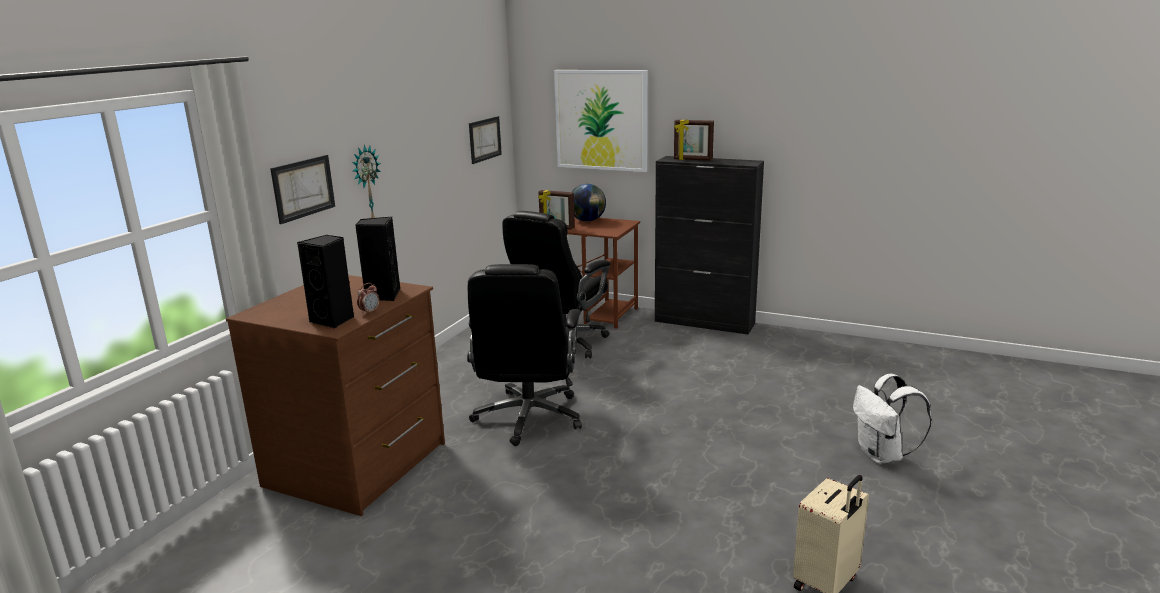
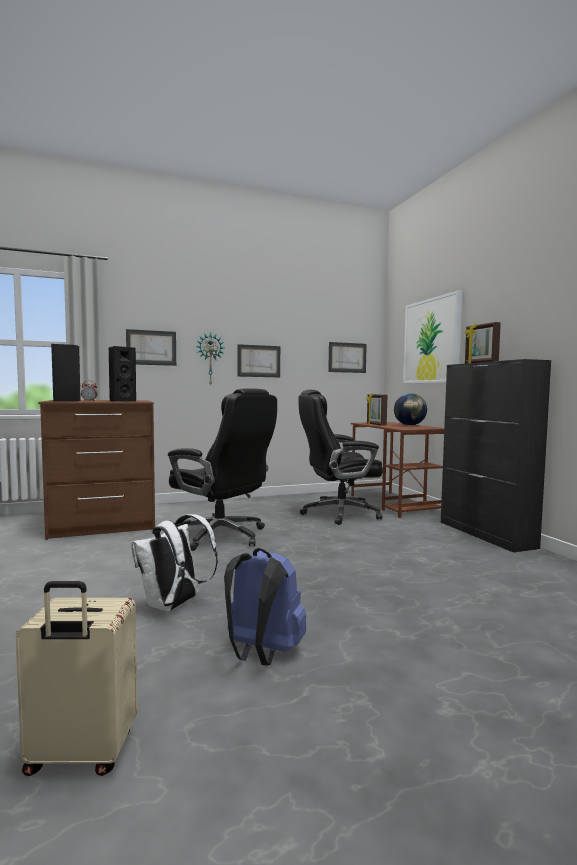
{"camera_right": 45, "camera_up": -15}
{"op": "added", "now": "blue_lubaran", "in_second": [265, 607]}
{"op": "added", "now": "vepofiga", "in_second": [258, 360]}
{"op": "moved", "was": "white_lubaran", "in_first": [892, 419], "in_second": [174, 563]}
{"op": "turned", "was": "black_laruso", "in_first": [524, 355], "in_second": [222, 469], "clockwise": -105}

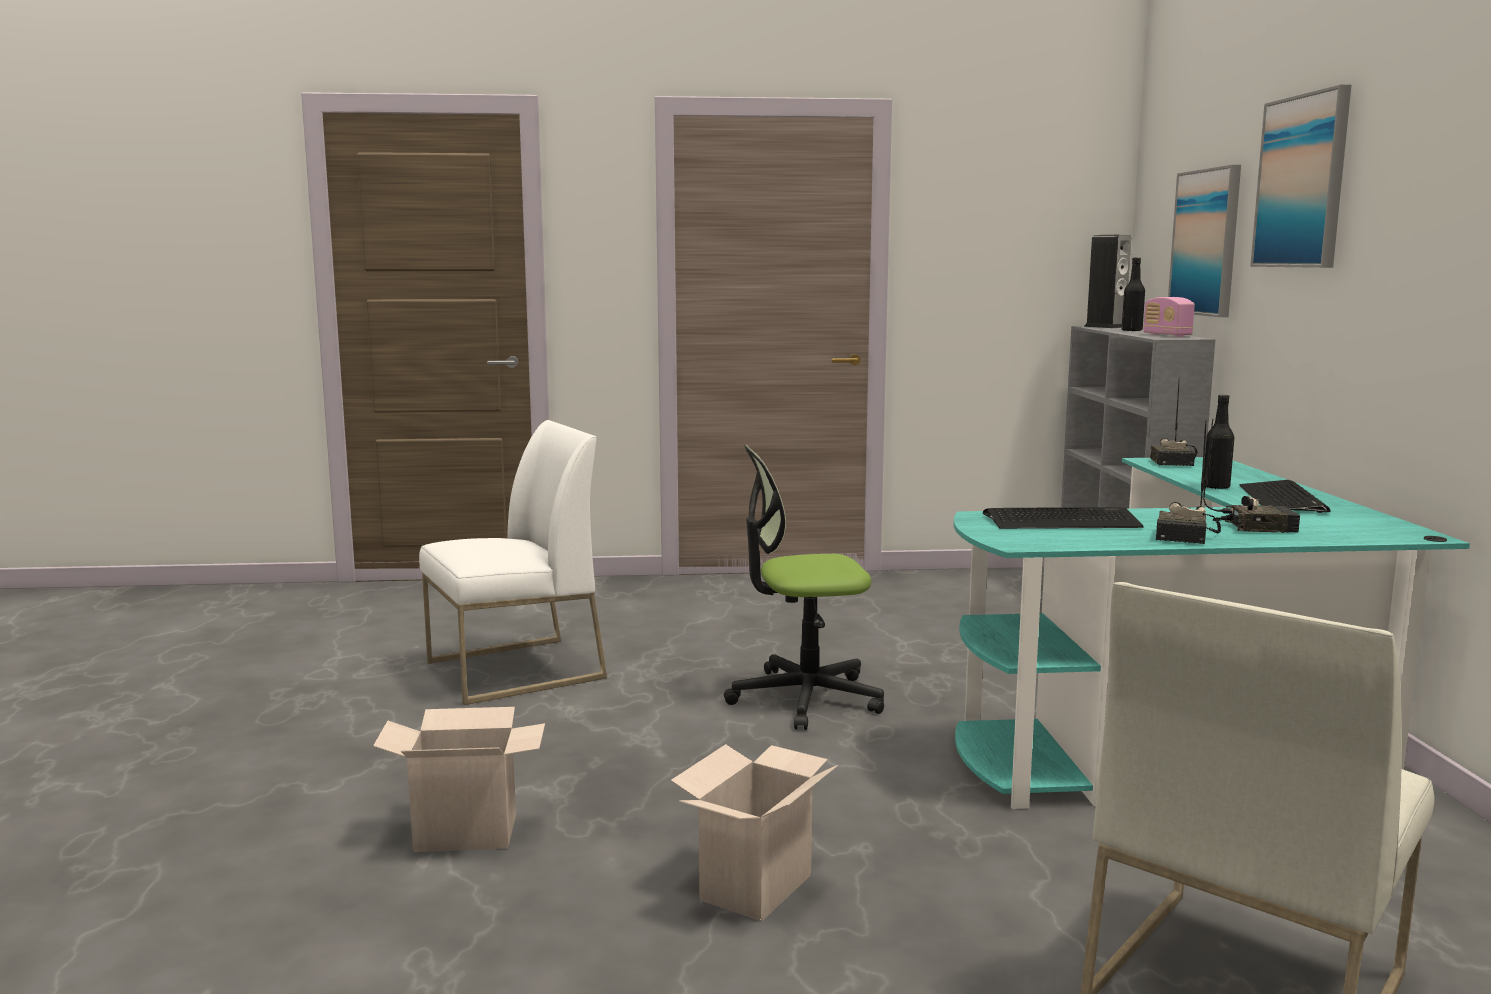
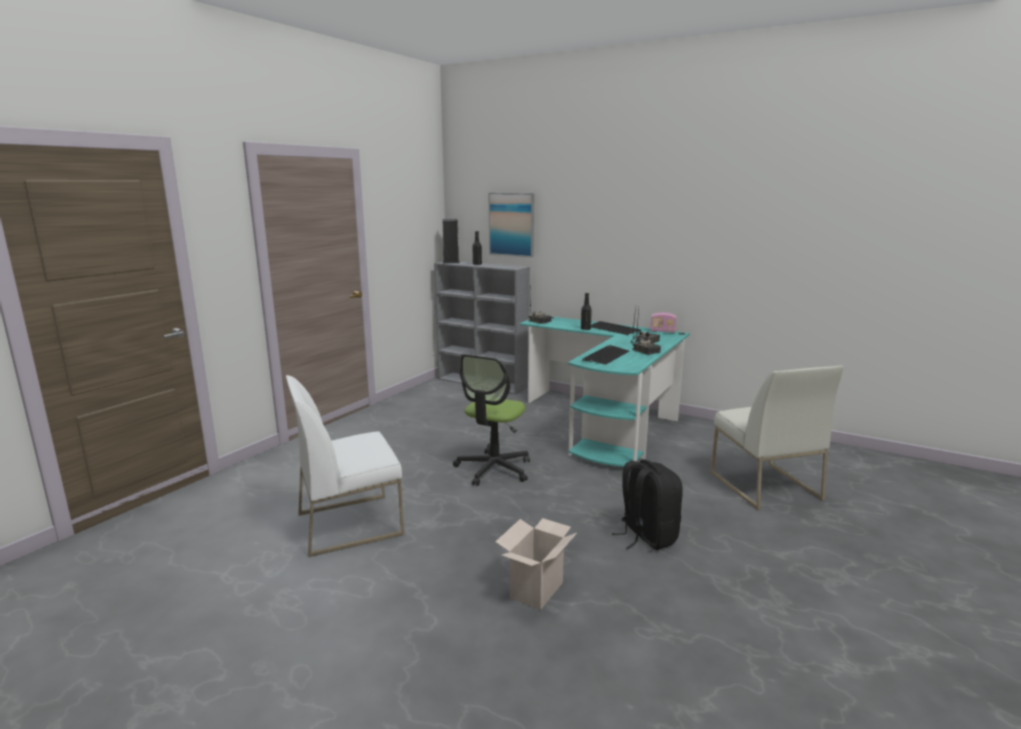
{"camera_right": -55, "camera_up": 5}
{"op": "removed", "was": "vepofiga", "in_first": [1300, 176]}
{"op": "moved", "was": "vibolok", "in_first": [1169, 317], "in_second": [663, 323]}
{"op": "replaced", "was": "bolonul", "now": "black_lubaran", "in_first": [754, 833], "in_second": [647, 505]}
{"op": "turned", "was": "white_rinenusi", "in_first": [513, 562], "in_second": [345, 466], "clockwise": -120}

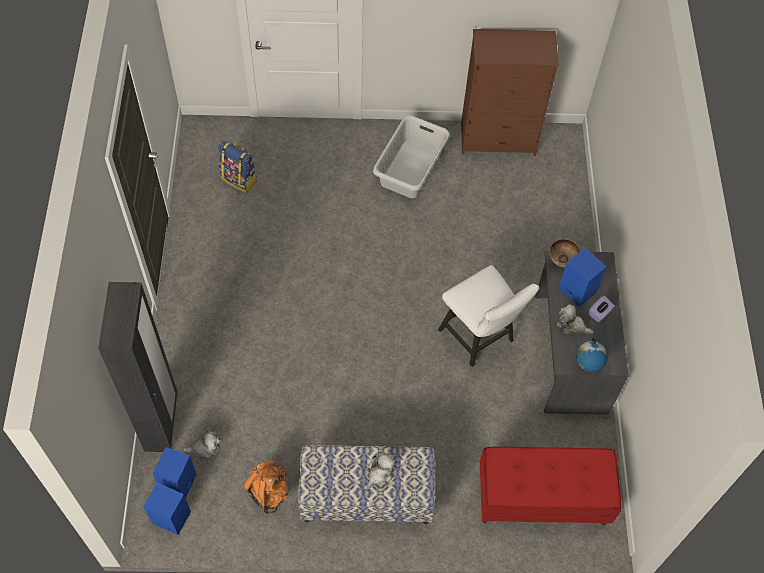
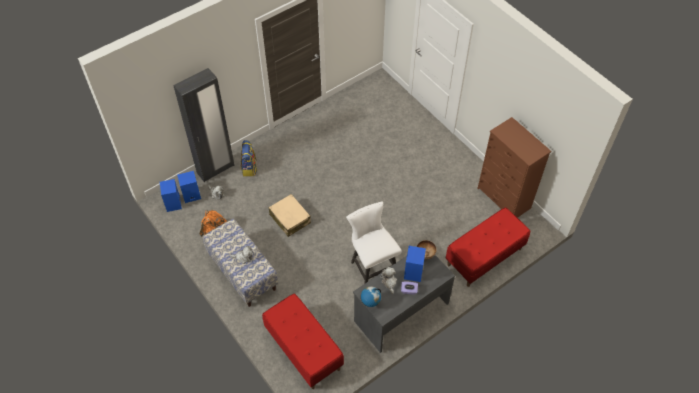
{"camera_right": 55, "camera_up": -5}
{"op": "removed", "was": "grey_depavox", "in_first": [411, 156]}
{"op": "added", "now": "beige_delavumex", "in_second": [289, 215]}
{"op": "added", "now": "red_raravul", "in_second": [488, 247]}
{"op": "moved", "was": "lubaran", "in_first": [237, 167], "in_second": [249, 158]}
{"op": "turned", "was": "white_rinenusi", "in_first": [488, 316], "in_second": [374, 243], "clockwise": 135}

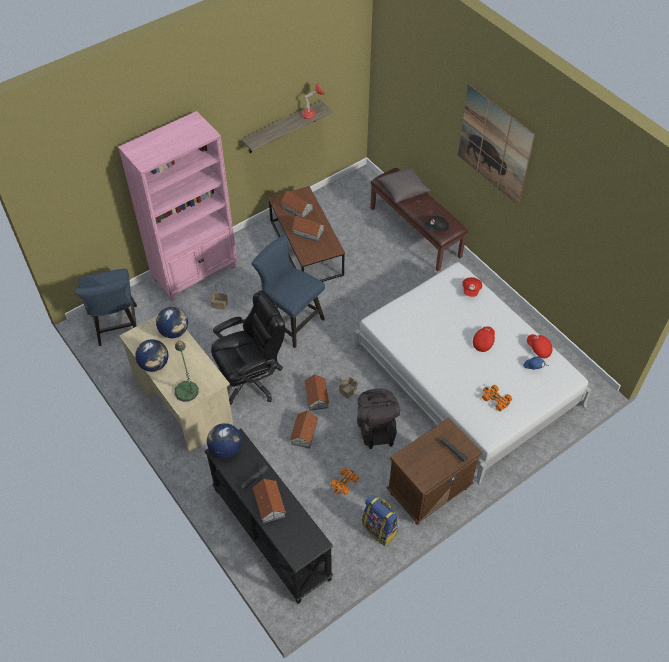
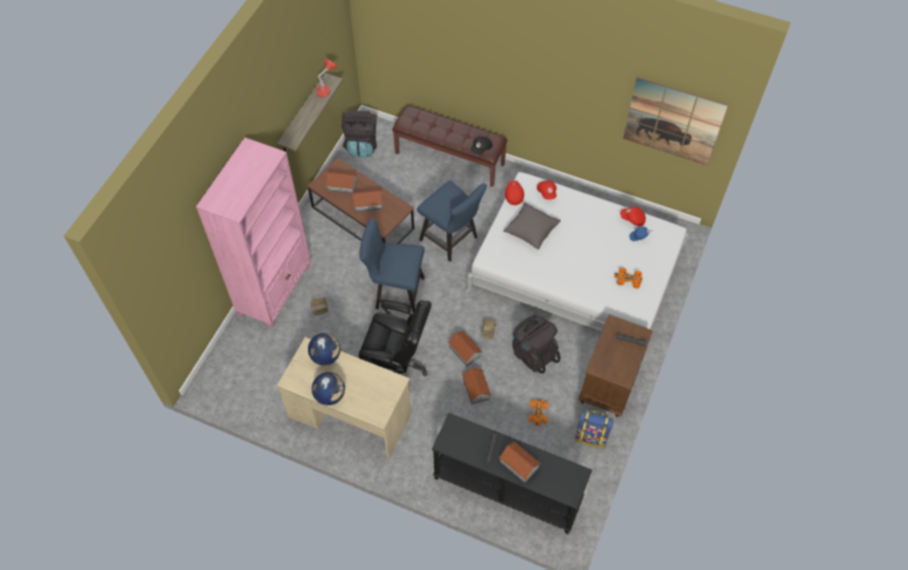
{"camera_right": -30, "camera_up": 5}
{"op": "removed", "was": "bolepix", "in_first": [186, 371]}
{"op": "removed", "was": "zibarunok", "in_first": [224, 440]}
{"op": "added", "now": "black_lubaran", "in_second": [359, 134]}
{"op": "moved", "was": "blue_rinenusi", "in_first": [106, 307], "in_second": [452, 221]}
{"op": "moved", "was": "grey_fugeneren", "in_first": [404, 185], "in_second": [532, 226]}
{"op": "moved", "was": "vepofiga", "in_first": [496, 144], "in_second": [675, 121]}
{"op": "moved", "was": "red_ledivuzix", "in_first": [484, 339], "in_second": [514, 193]}
{"op": "turned", "was": "black_laruso", "in_first": [248, 347], "in_second": [394, 338], "clockwise": 75}

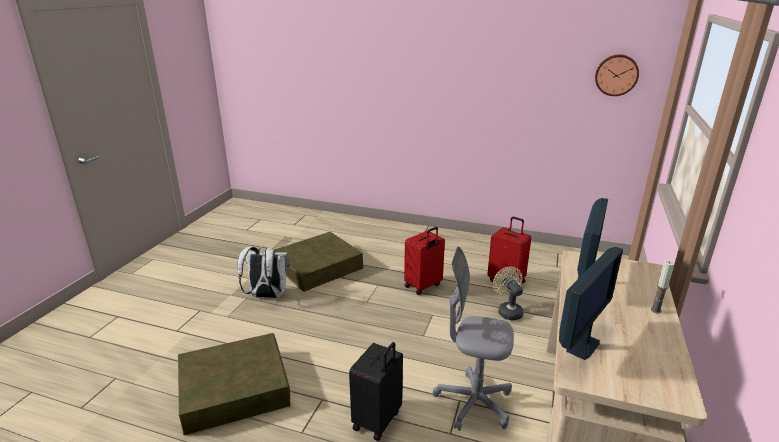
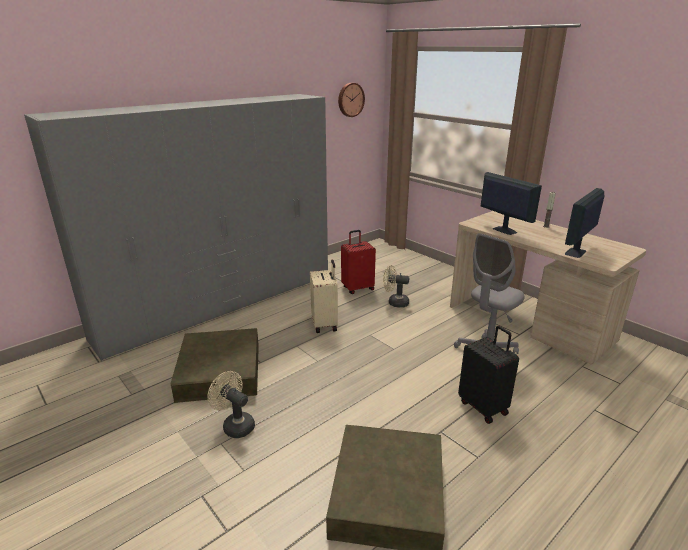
{"camera_right": -60, "camera_up": 0}
{"op": "added", "now": "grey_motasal", "in_second": [176, 227]}
{"op": "replaced", "was": "white_lubaran", "now": "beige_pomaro", "in_first": [264, 272], "in_second": [231, 404]}
{"op": "recoloured", "was": "red_delavumex", "now": "beige_delavumex", "in_first": [424, 261], "in_second": [324, 296]}
{"op": "turned", "was": "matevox", "in_first": [591, 303], "in_second": [584, 223], "clockwise": -120}

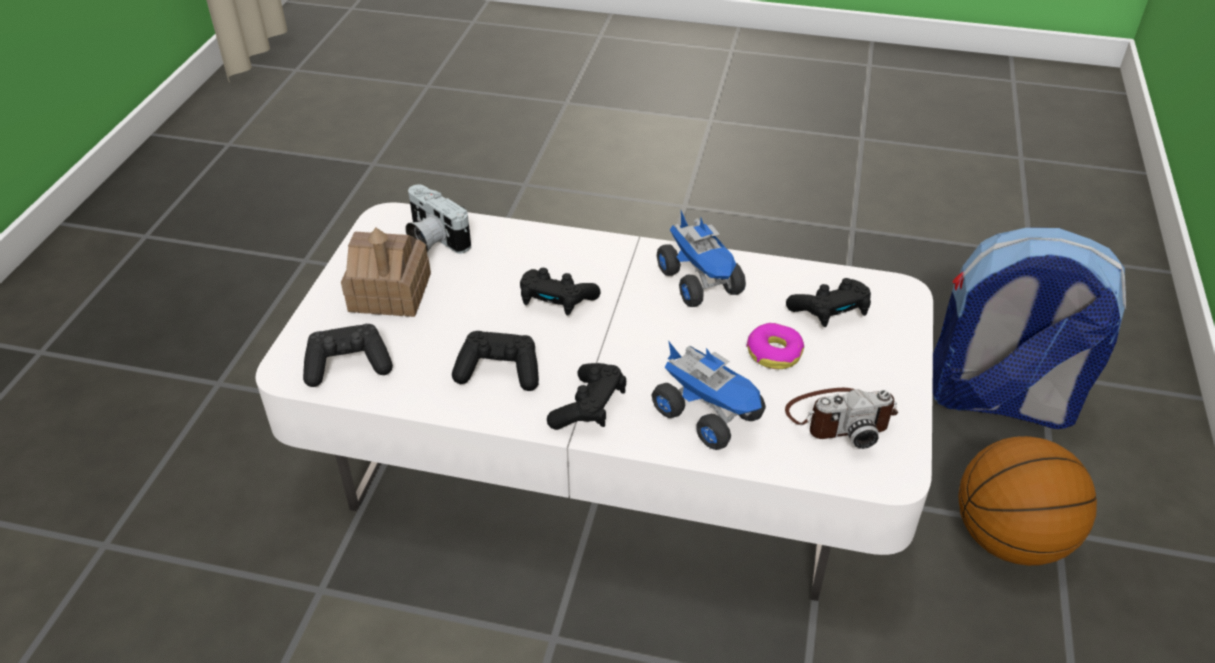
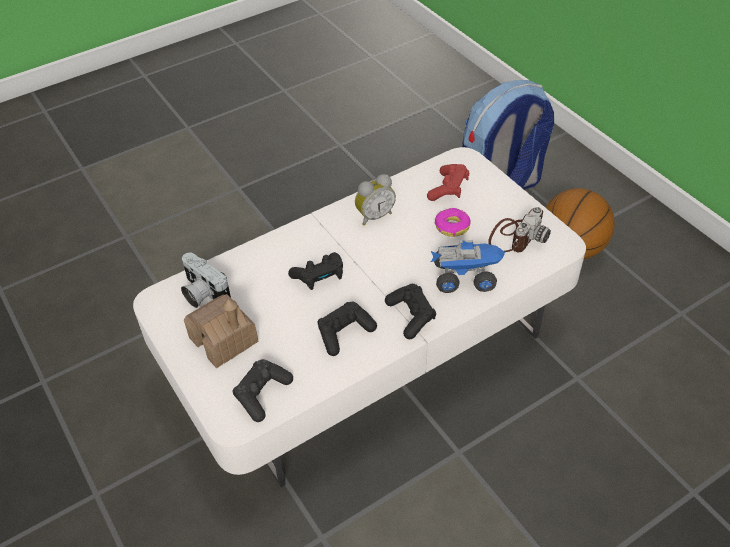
{"camera_right": -45, "camera_up": 5}
{"op": "replaced", "was": "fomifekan", "now": "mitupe", "in_first": [701, 259], "in_second": [375, 200]}
{"op": "recoloured", "was": "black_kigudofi", "now": "red_kigudofi", "in_first": [828, 302], "in_second": [448, 182]}
{"op": "turned", "was": "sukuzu", "in_first": [438, 219], "in_second": [206, 280], "clockwise": 45}

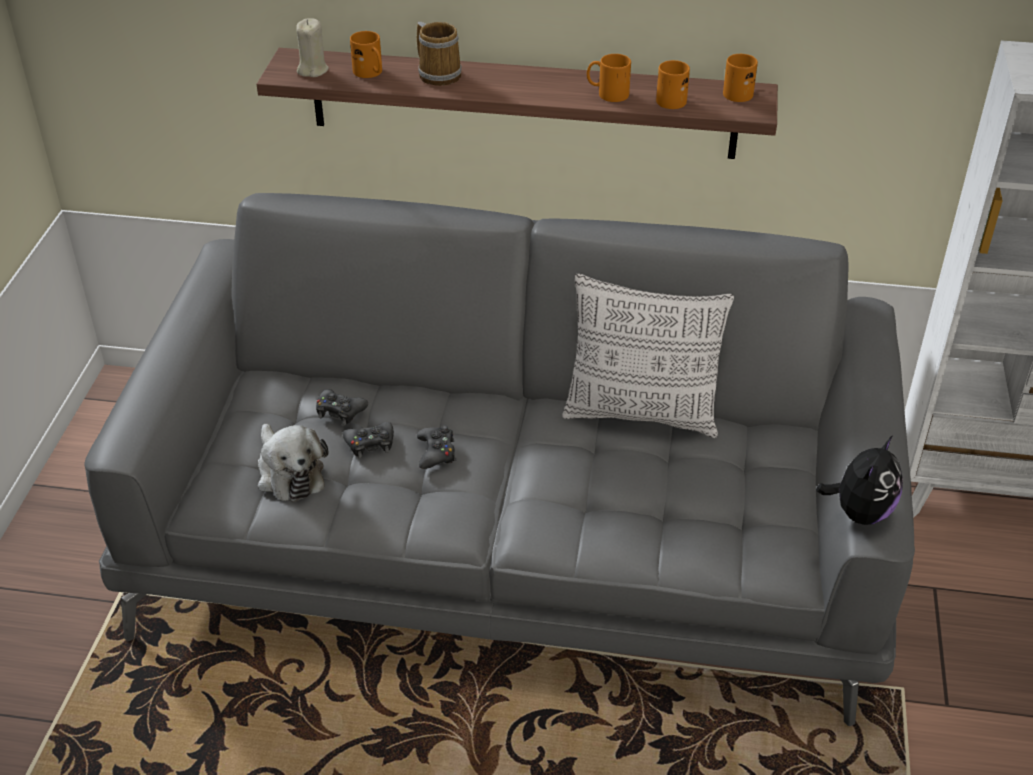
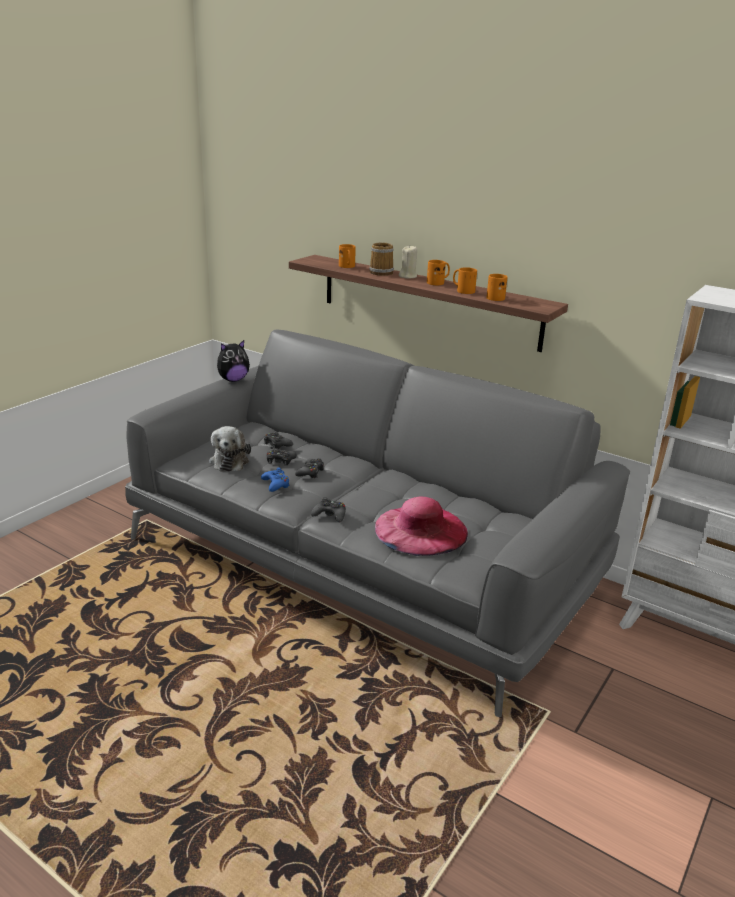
{"camera_right": 25, "camera_up": -15}
{"op": "removed", "was": "fugeneren", "in_first": [648, 356]}
{"op": "added", "now": "blue_kigudofi", "in_second": [275, 479]}
{"op": "added", "now": "black_kigudofi", "in_second": [328, 509]}
{"op": "added", "now": "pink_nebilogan", "in_second": [421, 526]}
{"op": "moved", "was": "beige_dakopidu", "in_first": [312, 47], "in_second": [408, 262]}
{"op": "moved", "was": "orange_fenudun", "in_first": [740, 78], "in_second": [438, 272]}
{"op": "moved", "was": "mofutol", "in_first": [859, 480], "in_second": [233, 361]}

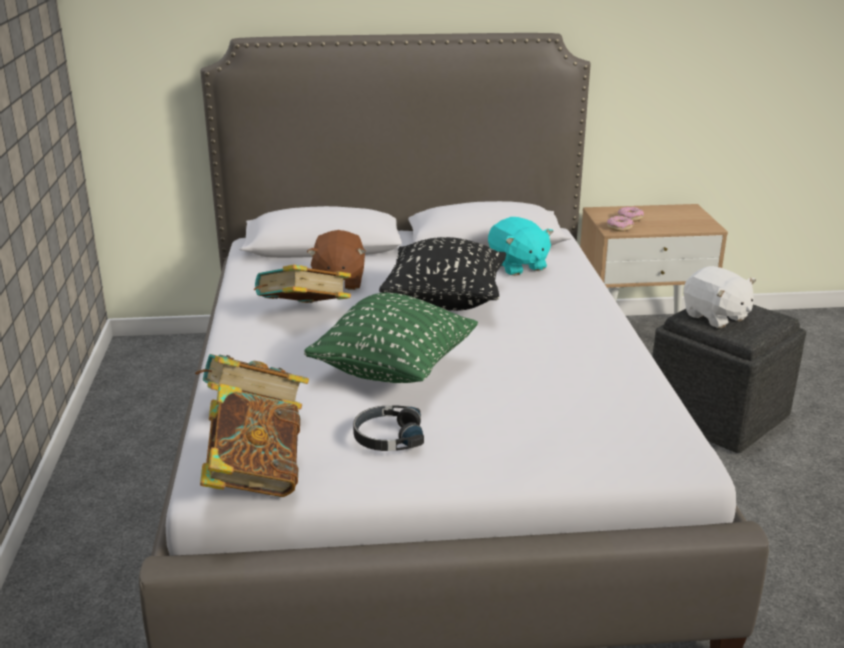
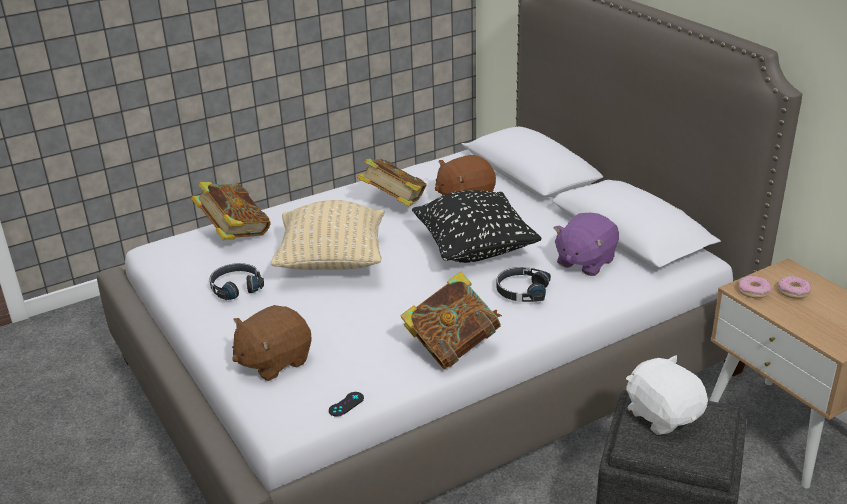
{"camera_right": 65, "camera_up": 5}
{"op": "added", "now": "brown_mofutol", "in_second": [272, 343]}
{"op": "added", "now": "black_kigudofi", "in_second": [346, 404]}
{"op": "added", "now": "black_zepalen", "in_second": [523, 284]}
{"op": "moved", "was": "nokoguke", "in_first": [250, 440], "in_second": [451, 320]}
{"op": "recoloured", "was": "green_fugeneren", "now": "beige_fugeneren", "in_first": [391, 338], "in_second": [328, 235]}
{"op": "recoloured", "was": "turquoise_mofutol", "now": "purple_mofutol", "in_first": [521, 246], "in_second": [586, 244]}
{"op": "turned", "was": "white_mofutol", "in_first": [719, 297], "in_second": [667, 395], "clockwise": 120}

